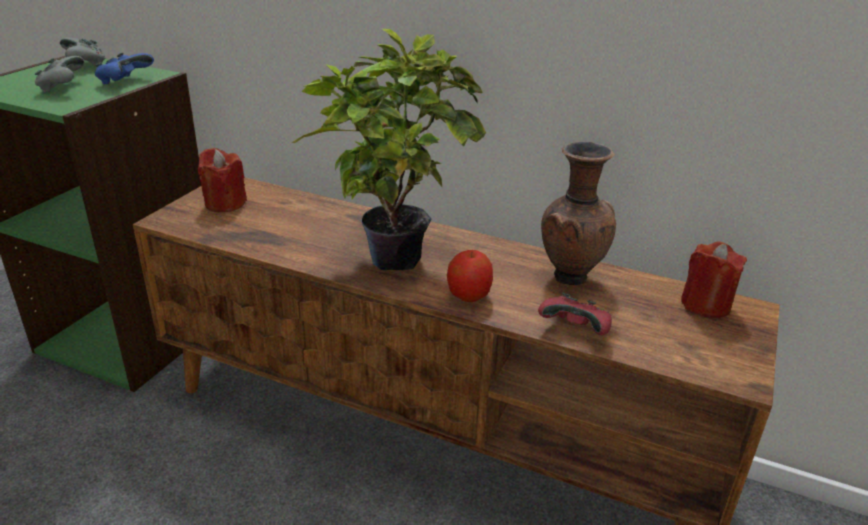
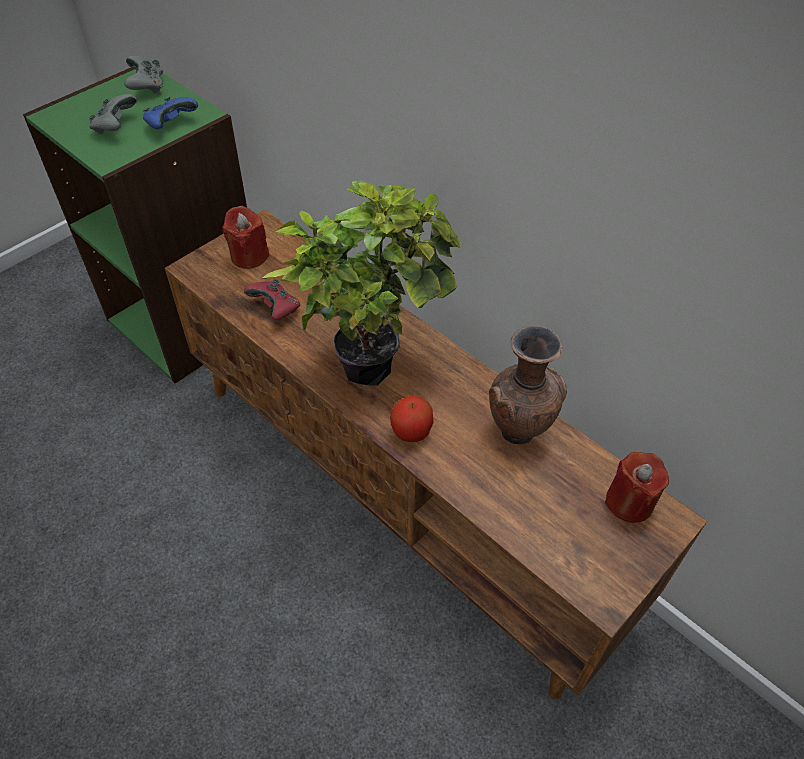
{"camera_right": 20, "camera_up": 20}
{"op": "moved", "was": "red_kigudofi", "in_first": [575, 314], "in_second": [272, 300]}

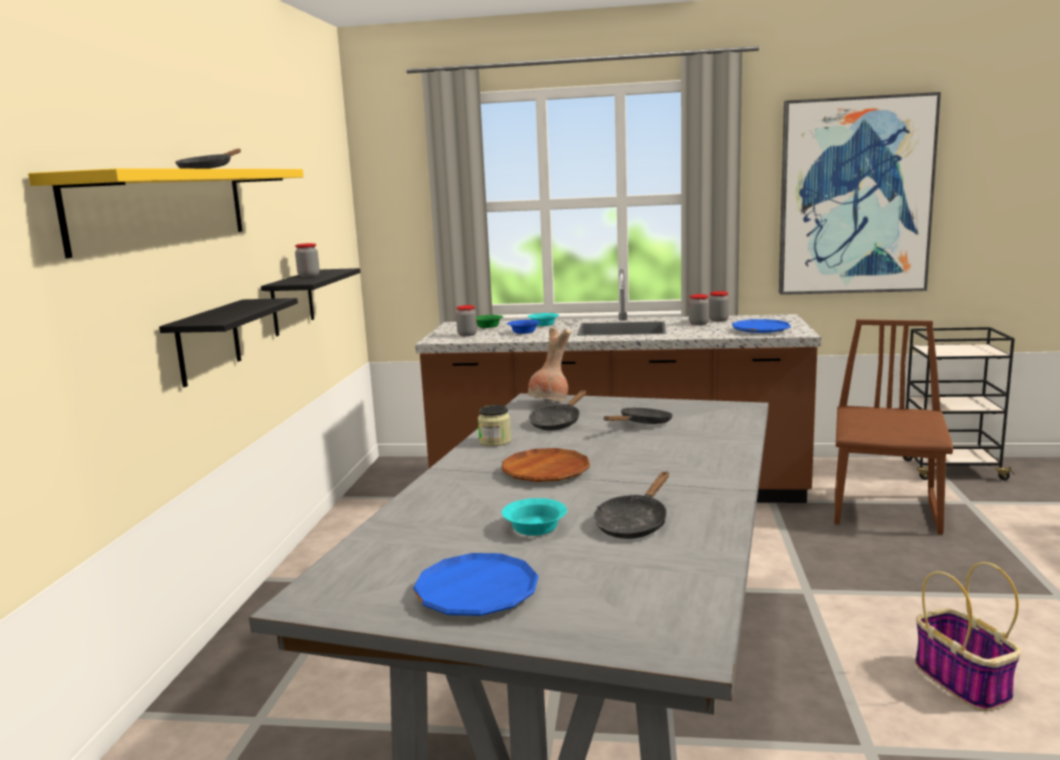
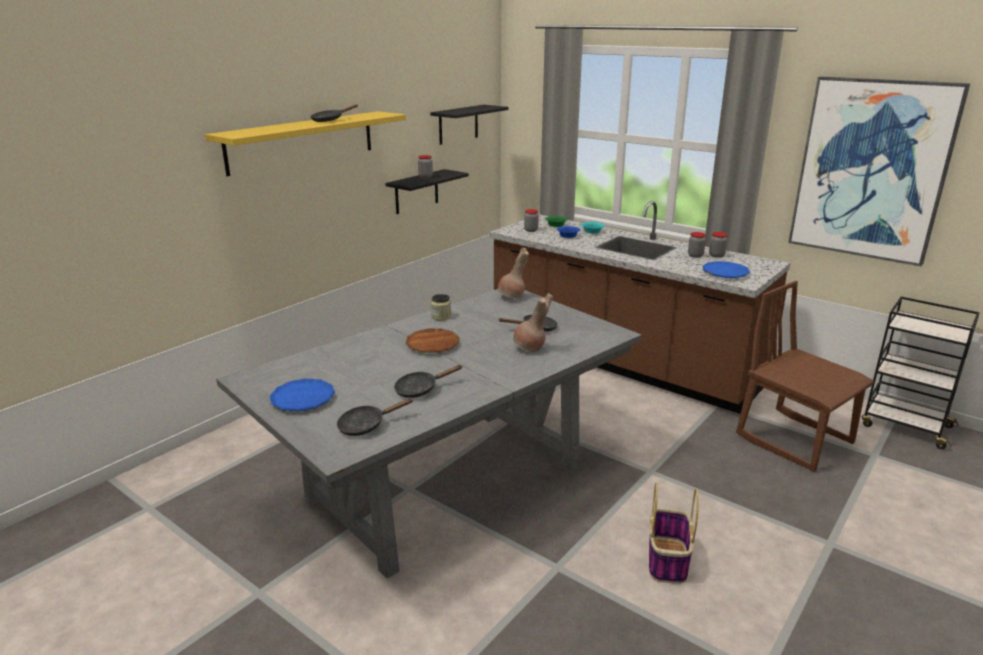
{"camera_right": 30, "camera_up": 10}
{"op": "removed", "was": "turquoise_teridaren", "in_first": [534, 517]}
{"op": "added", "now": "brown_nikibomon", "in_second": [533, 322]}
{"op": "moved", "was": "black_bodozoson", "in_first": [228, 342], "in_second": [469, 125]}
{"op": "moved", "was": "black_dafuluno", "in_first": [557, 410], "in_second": [375, 417]}
{"op": "turned", "was": "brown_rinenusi", "in_first": [893, 427], "in_second": [805, 376], "clockwise": -90}

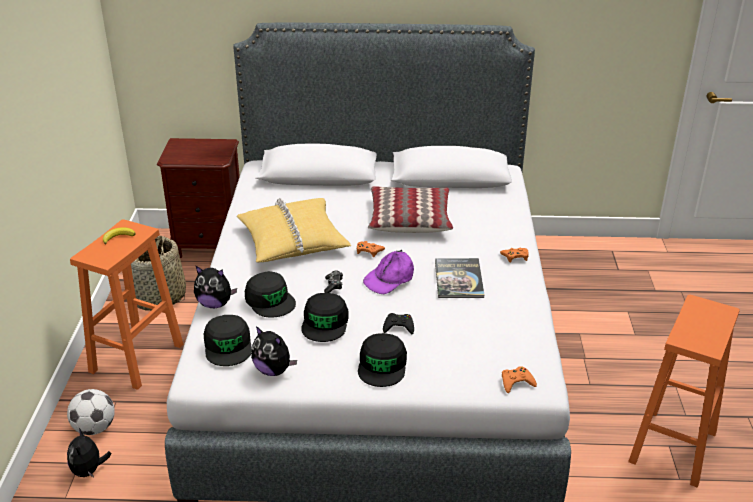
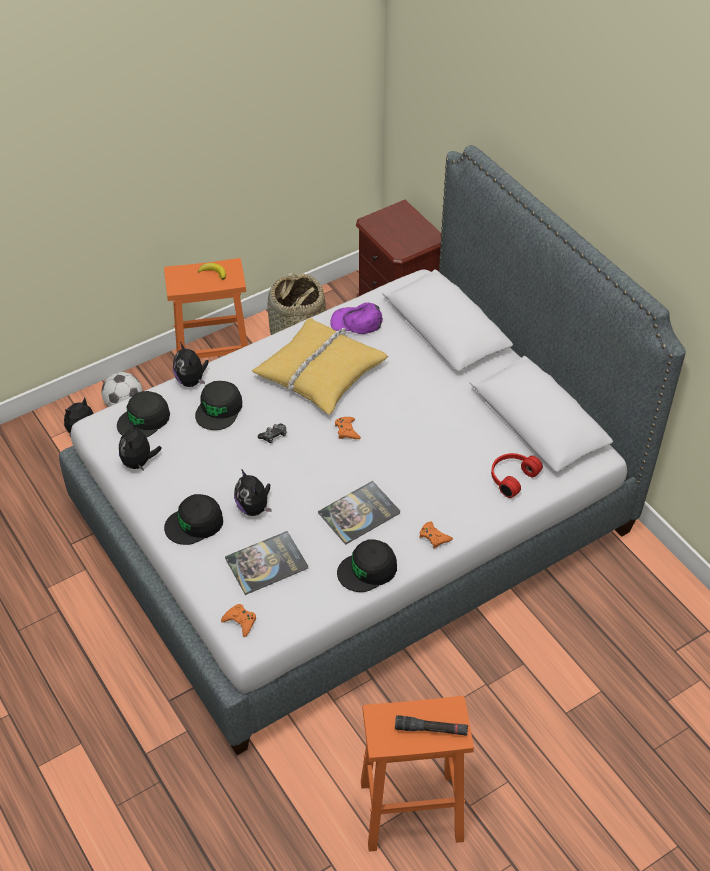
{"camera_right": 55, "camera_up": 15}
{"op": "removed", "was": "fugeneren", "in_first": [410, 209]}
{"op": "added", "now": "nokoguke", "in_second": [266, 563]}
{"op": "added", "now": "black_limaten", "in_second": [431, 725]}
{"op": "added", "now": "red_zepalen", "in_second": [517, 475]}
{"op": "moved", "was": "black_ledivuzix", "in_first": [325, 317], "in_second": [367, 566]}
{"op": "moved", "was": "purple_ledivuzix", "in_first": [388, 272], "in_second": [356, 318]}
{"op": "replaced", "was": "black_kigudofi", "now": "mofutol", "in_first": [398, 323], "in_second": [253, 492]}

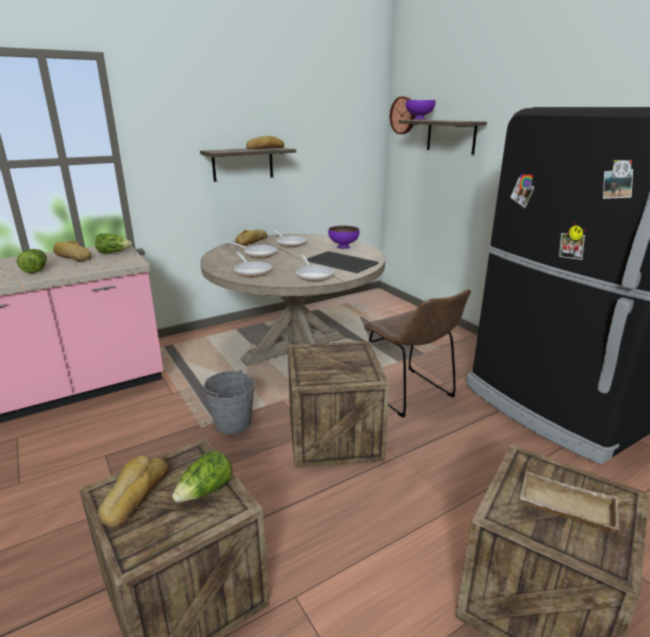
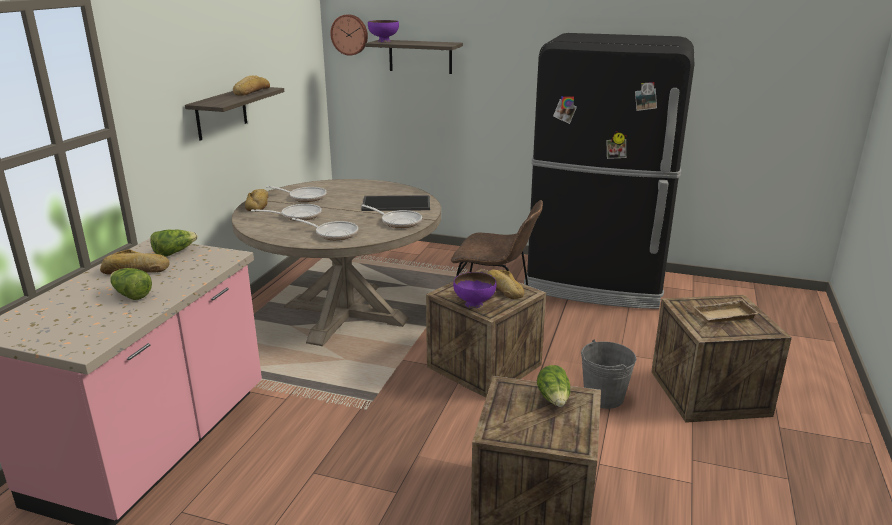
{"camera_right": -40, "camera_up": 0}
{"op": "moved", "was": "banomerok", "in_first": [133, 491], "in_second": [505, 284]}
{"op": "moved", "was": "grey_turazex", "in_first": [229, 402], "in_second": [608, 374]}
{"op": "moved", "was": "purple_teridaren", "in_first": [343, 237], "in_second": [474, 290]}

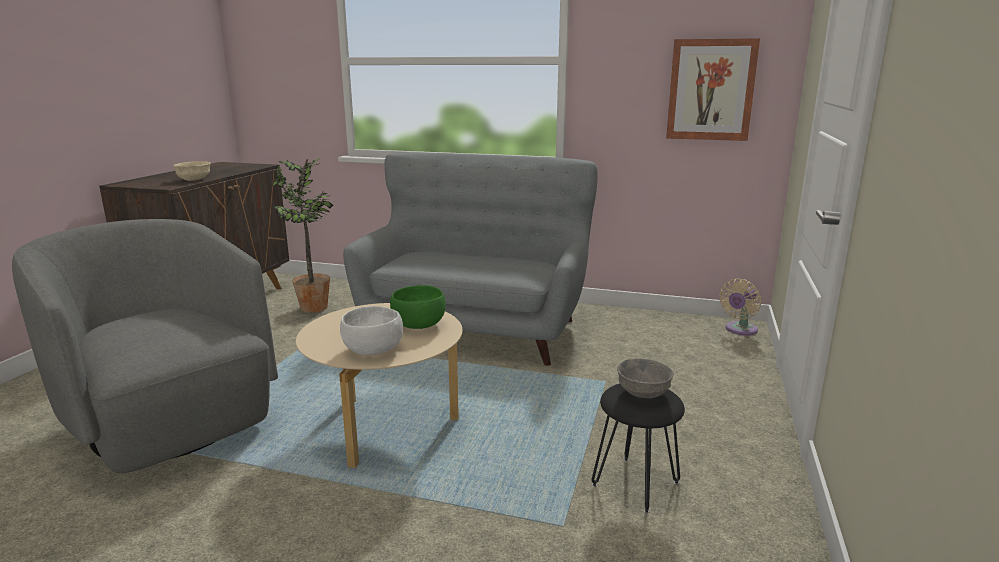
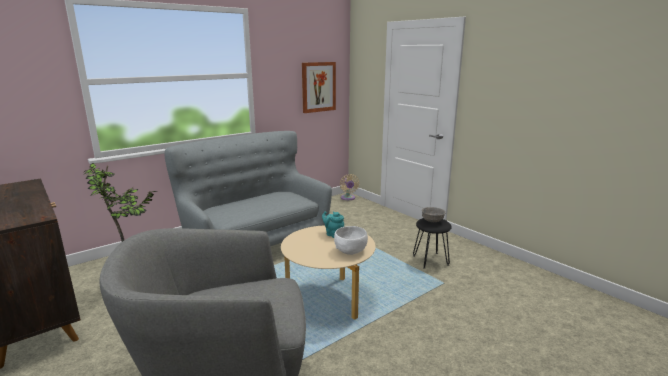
{"camera_right": -55, "camera_up": 0}
{"op": "removed", "was": "beige_teridaren", "in_first": [192, 171]}
{"op": "replaced", "was": "green_teridaren", "now": "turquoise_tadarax", "in_first": [418, 307], "in_second": [333, 224]}

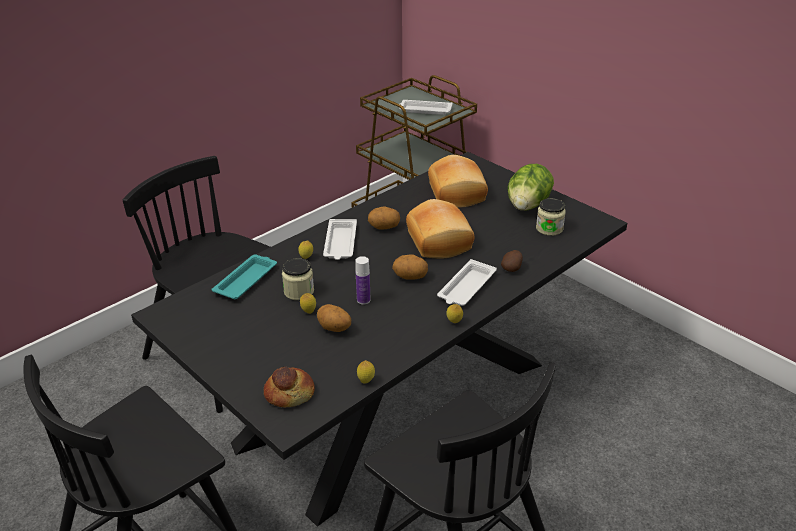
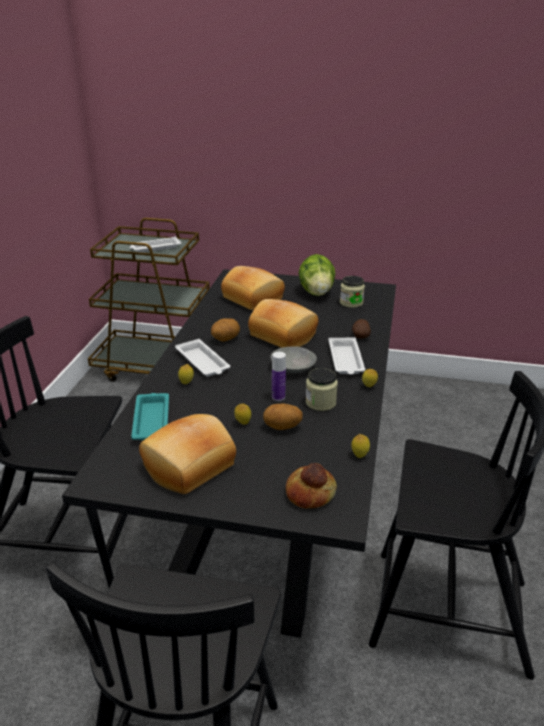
{"camera_right": -35, "camera_up": -5}
{"op": "added", "now": "banomerok", "in_second": [187, 454]}
{"op": "moved", "was": "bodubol", "in_first": [298, 279], "in_second": [321, 389]}
{"op": "replaced", "was": "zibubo", "now": "grey_teridaren", "in_first": [410, 267], "in_second": [293, 360]}

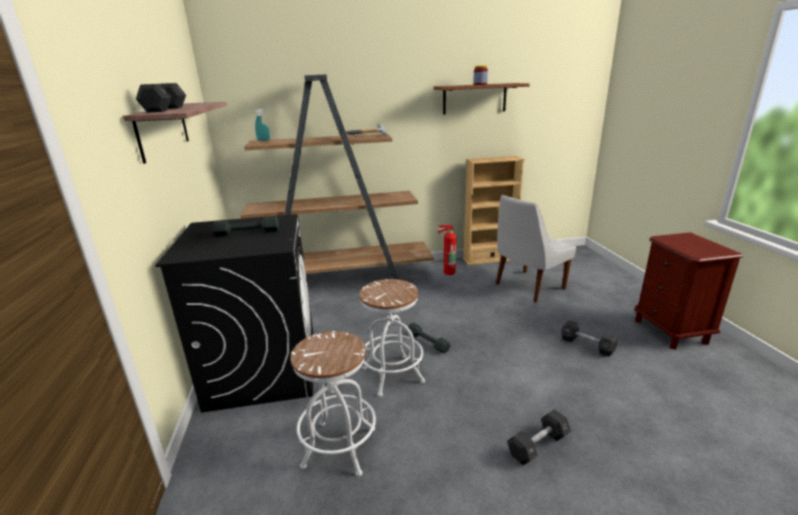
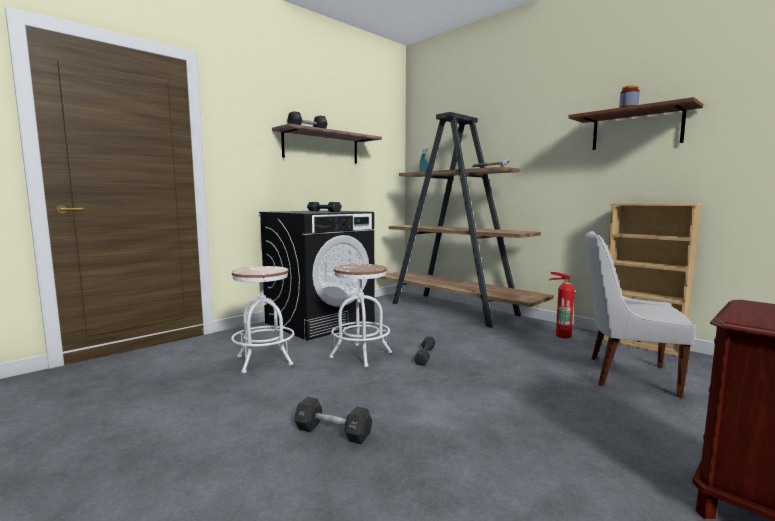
{"camera_right": 55, "camera_up": -15}
{"op": "removed", "was": "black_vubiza", "in_first": [589, 338]}

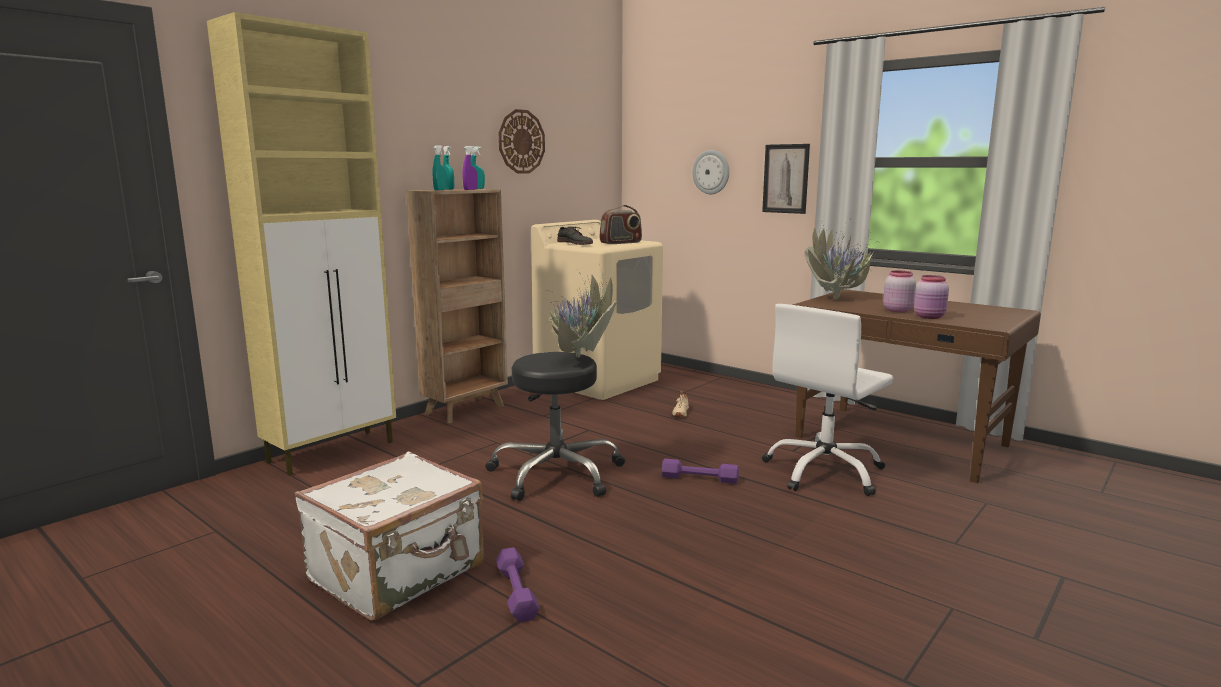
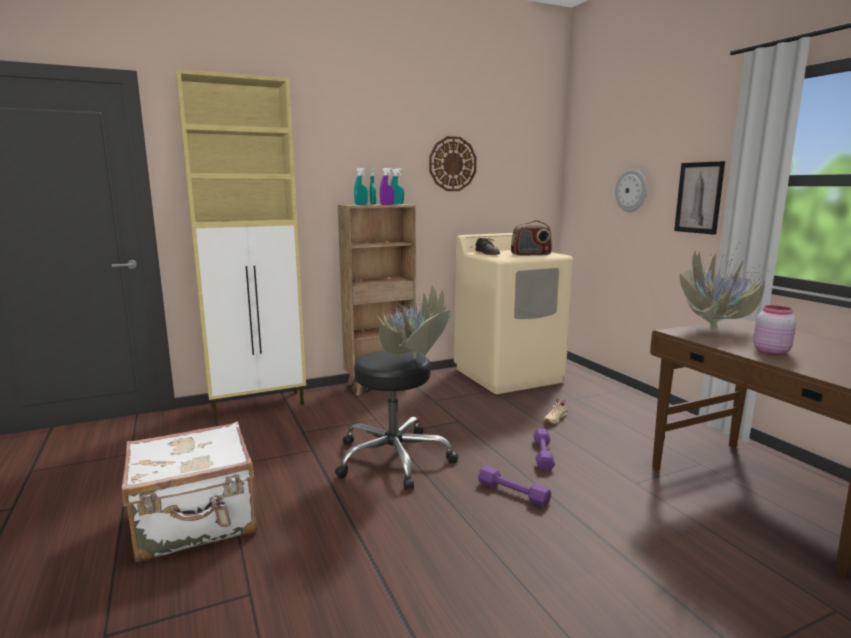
{"camera_right": 25, "camera_up": 0}
{"op": "removed", "was": "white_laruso", "in_first": [828, 400]}
{"op": "removed", "was": "pink_bodubol", "in_first": [931, 297]}
{"op": "moved", "was": "purple_vubiza", "in_first": [518, 584], "in_second": [544, 449]}

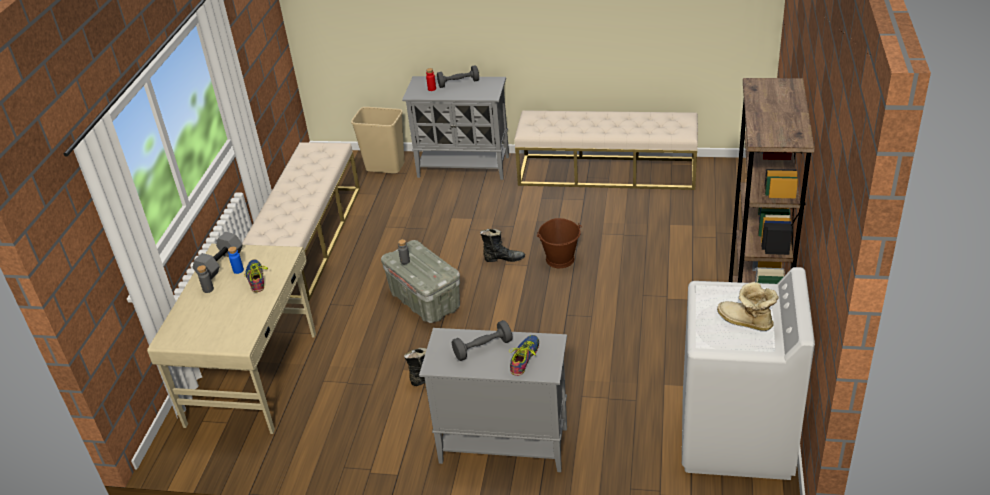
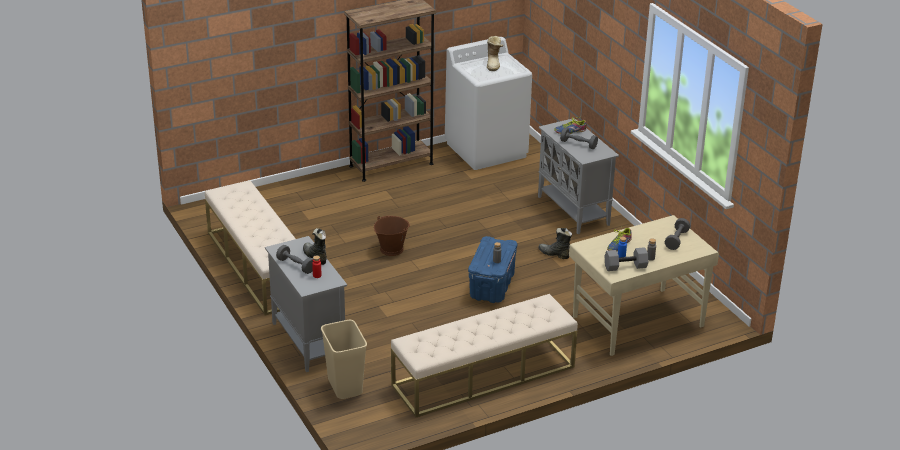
{"camera_right": -130, "camera_up": -5}
{"op": "added", "now": "grey_vubiza", "in_second": [677, 234]}
{"op": "moved", "was": "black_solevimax", "in_first": [502, 245], "in_second": [315, 246]}
{"op": "recoloured", "was": "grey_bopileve", "now": "blue_bopileve", "in_first": [420, 281], "in_second": [492, 269]}

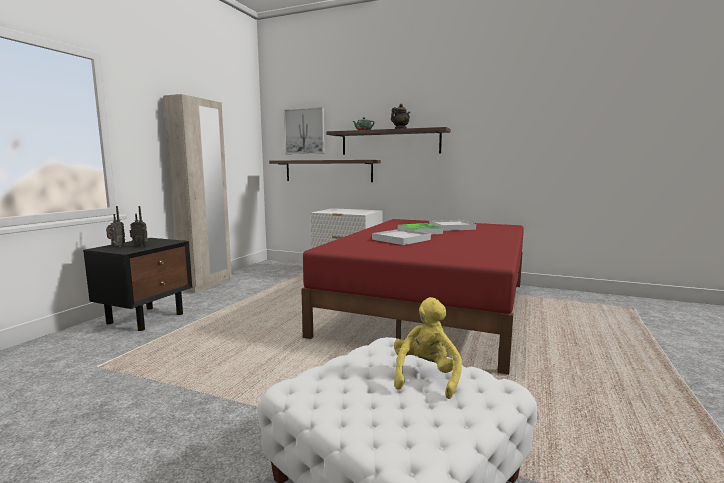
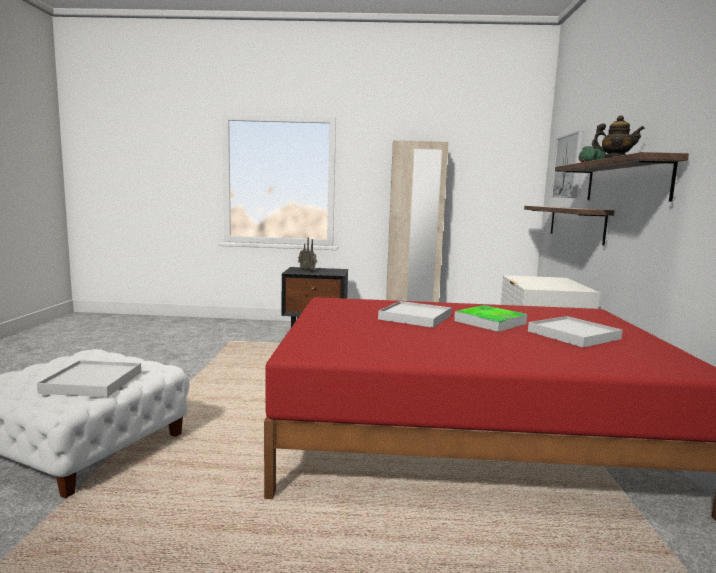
{"camera_right": 70, "camera_up": 0}
{"op": "replaced", "was": "yellow_mofutol", "now": "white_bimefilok", "in_first": [428, 348], "in_second": [89, 378]}

